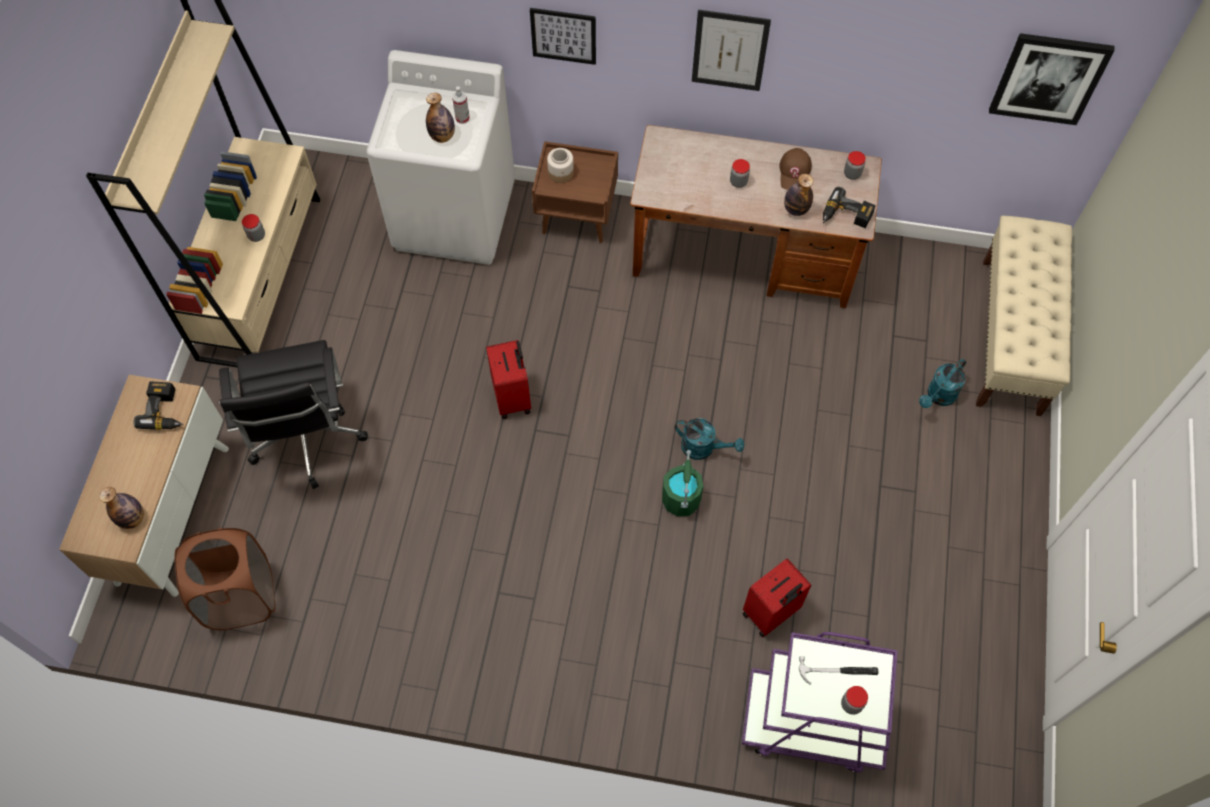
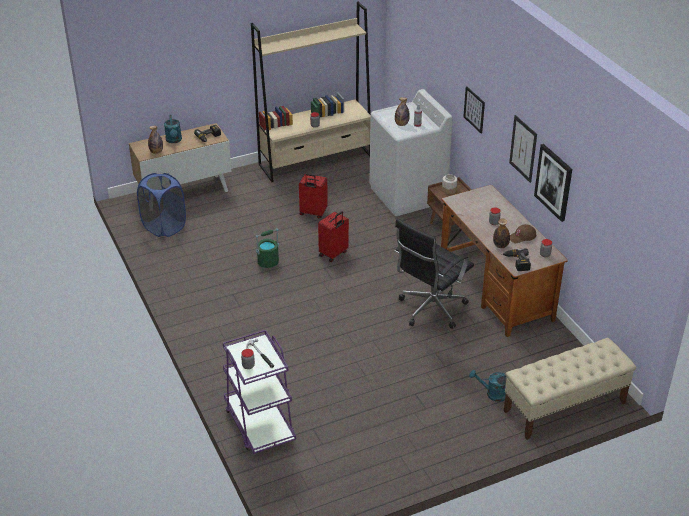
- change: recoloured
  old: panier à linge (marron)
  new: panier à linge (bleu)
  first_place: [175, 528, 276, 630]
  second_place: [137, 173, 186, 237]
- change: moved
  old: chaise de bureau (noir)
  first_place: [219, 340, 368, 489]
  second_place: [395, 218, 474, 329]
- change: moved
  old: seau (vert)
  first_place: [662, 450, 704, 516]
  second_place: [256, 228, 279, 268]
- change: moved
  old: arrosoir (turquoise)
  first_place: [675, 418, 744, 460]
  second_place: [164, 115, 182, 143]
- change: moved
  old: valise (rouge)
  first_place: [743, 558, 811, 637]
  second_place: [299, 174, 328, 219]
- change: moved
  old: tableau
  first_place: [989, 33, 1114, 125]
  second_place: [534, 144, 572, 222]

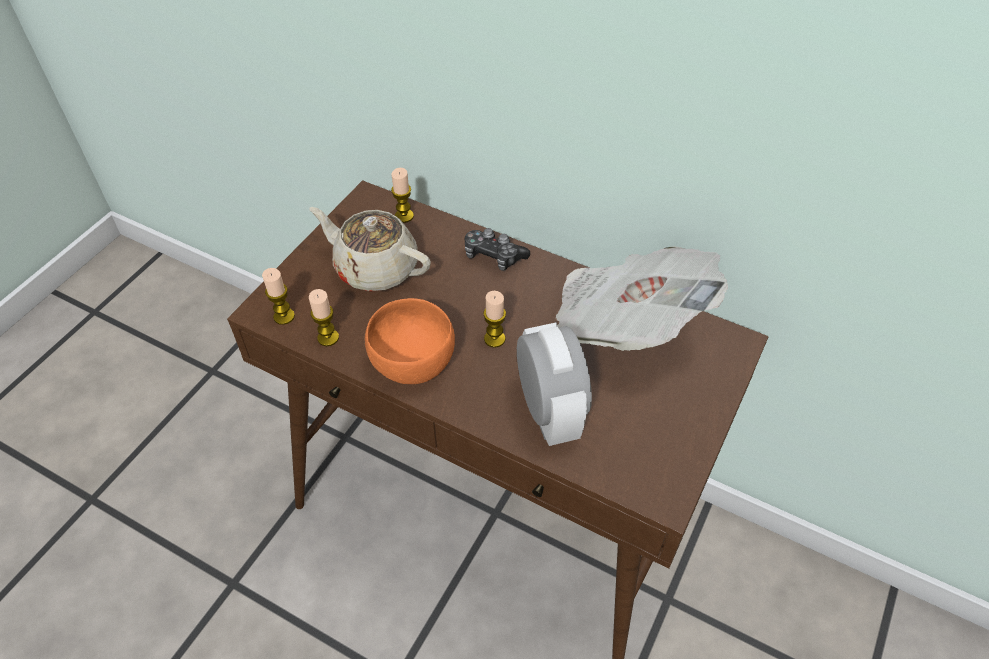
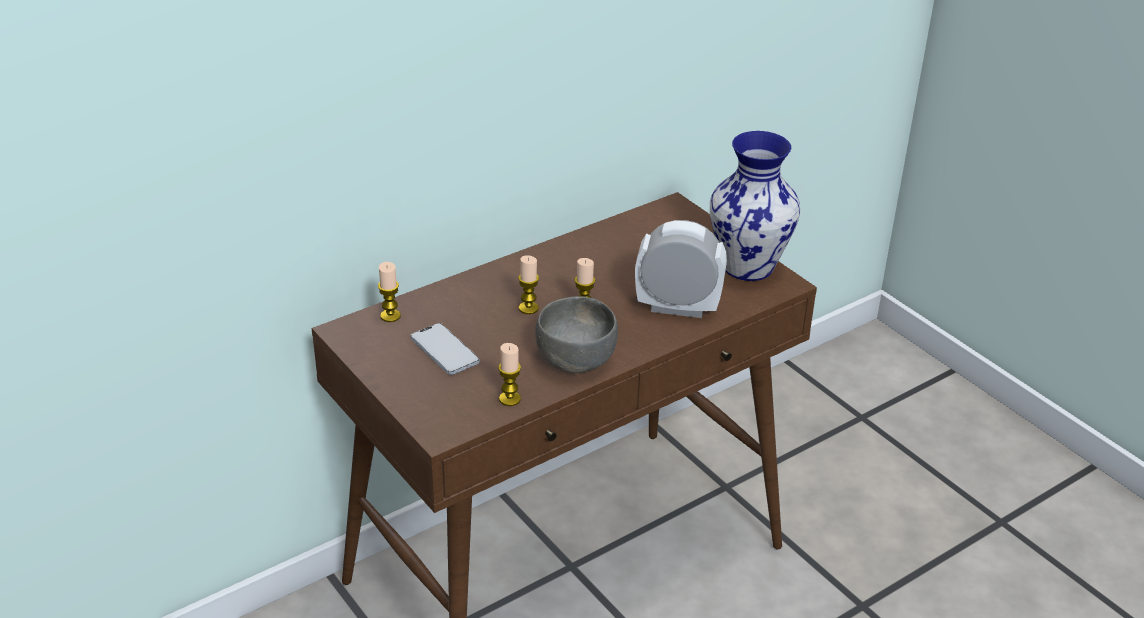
- change: moved
  old: bougie
  first_place: [262, 268, 295, 325]
  second_place: [518, 255, 539, 314]
- change: replaced
  old: théière (beige)
  new: téléphone
  first_place: [309, 207, 431, 292]
  second_place: [411, 323, 480, 375]
- change: recoloured
  old: bol (orange)
  new: bol (gris)
  first_place: [365, 298, 455, 384]
  second_place: [535, 296, 618, 373]
- change: removed
  old: manette
  first_place: [465, 228, 530, 271]
- change: removed
  old: journal
  first_place: [556, 246, 728, 351]
- change: added
  new: vase
  second_place: [710, 131, 800, 281]

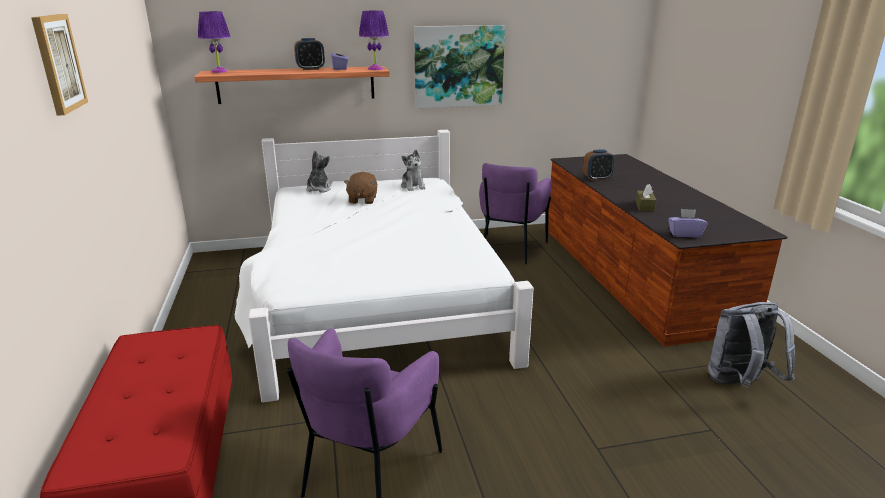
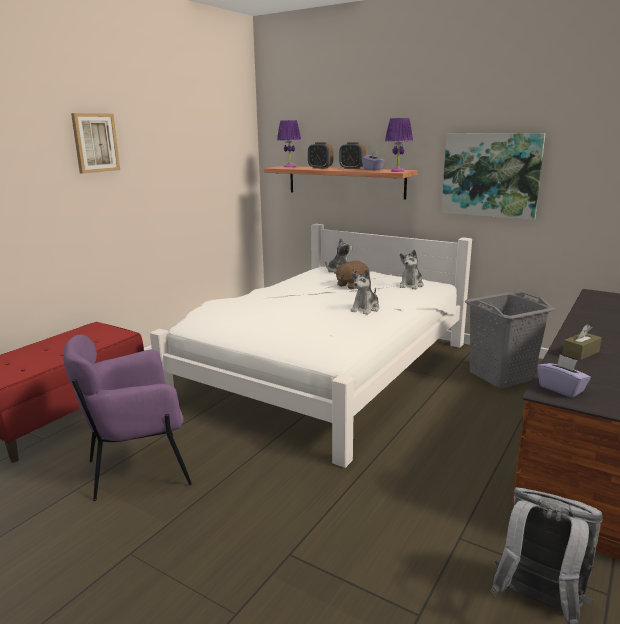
- change: replaced
  old: fauteuil (violet)
  new: panier à linge (gris)
  first_place: [479, 163, 552, 264]
  second_place: [465, 292, 555, 389]
- change: moved
  old: réveil
  first_place: [583, 149, 615, 181]
  second_place: [308, 142, 333, 169]
- change: added
  new: peluche
  second_place: [350, 269, 379, 315]

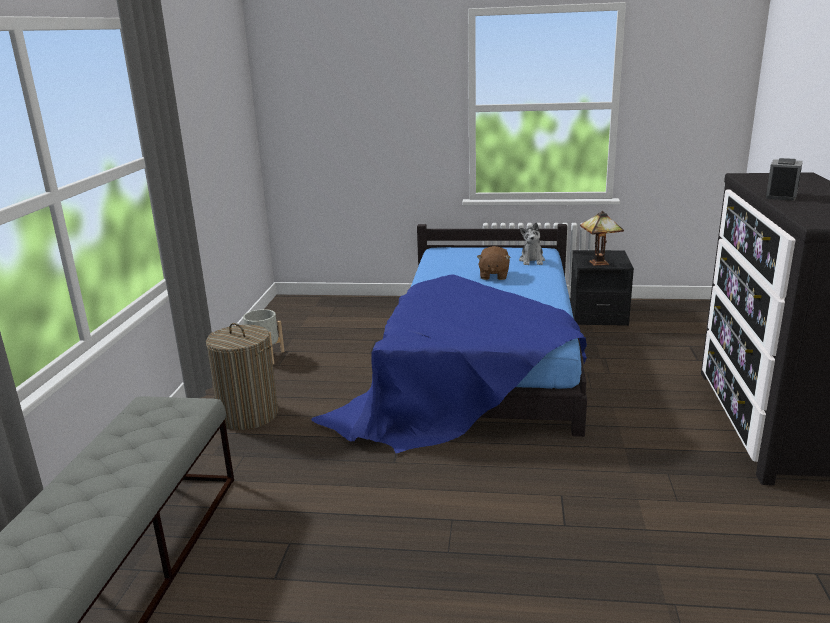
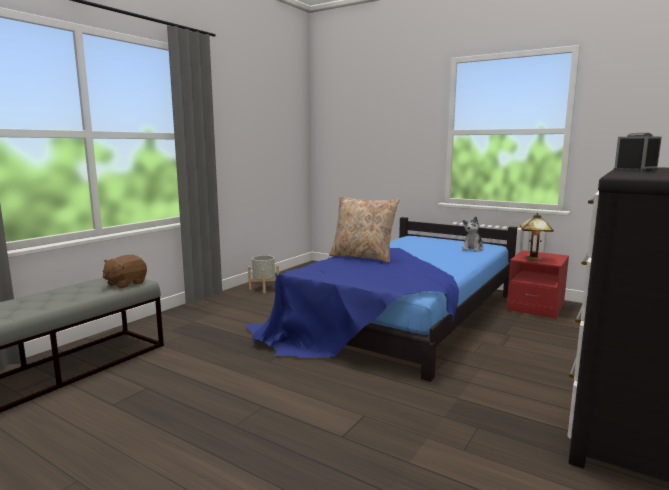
- change: removed
  old: panier à linge
  first_place: [206, 323, 278, 430]
- change: moved
  old: peluche (marron)
  first_place: [477, 246, 511, 280]
  second_place: [102, 254, 147, 289]
- change: recoloured
  old: table de chevet (noir)
  new: table de chevet (rouge)
  first_place: [570, 250, 634, 326]
  second_place: [507, 250, 569, 319]
- change: added
  new: coussin (beige)
  second_place: [329, 196, 400, 263]

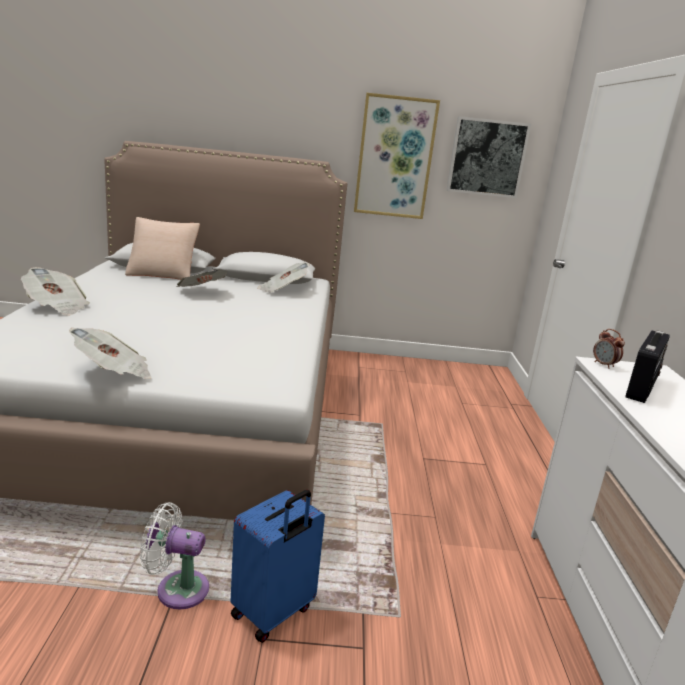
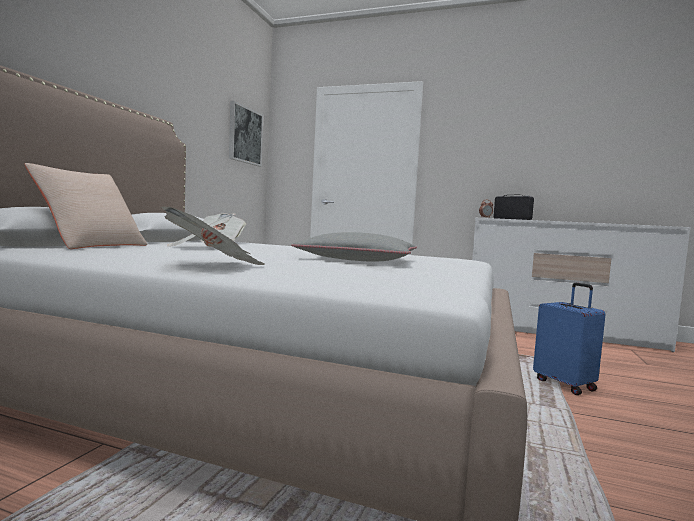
- change: removed
  old: journal
  first_place: [69, 328, 151, 379]
- change: removed
  old: ventilateur (blanc)
  first_place: [140, 502, 209, 609]
- change: removed
  old: tableau
  first_place: [354, 93, 440, 219]
- change: added
  new: coussin (gris)
  second_place: [291, 232, 417, 261]

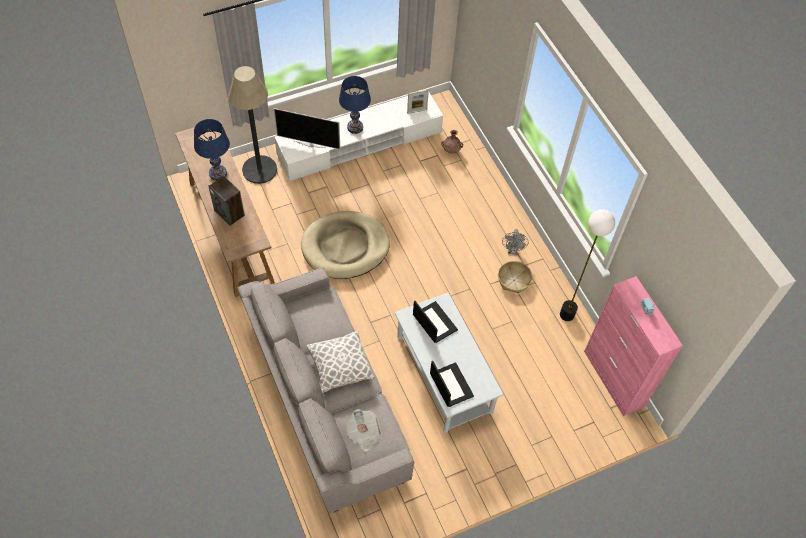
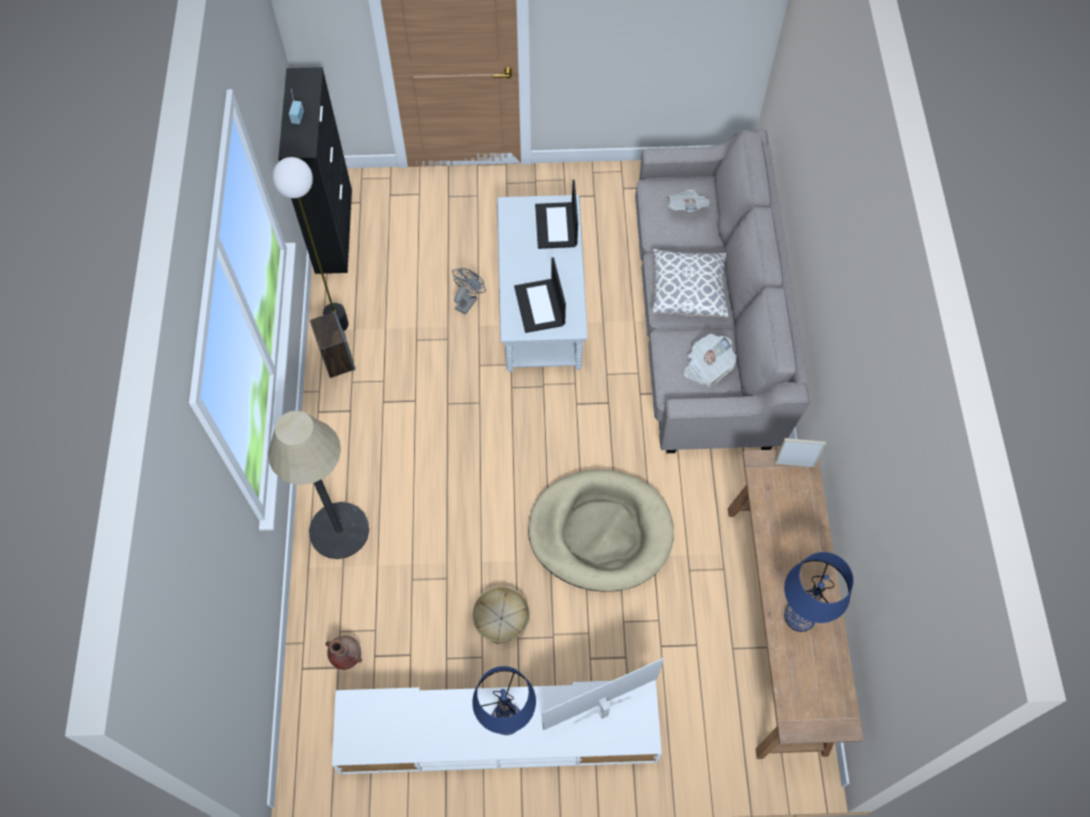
- change: moved
  old: enceinte
  first_place: [208, 176, 245, 226]
  second_place: [310, 311, 355, 378]
- change: moved
  old: lampadaire
  first_place: [228, 66, 277, 184]
  second_place: [268, 411, 369, 559]
- change: turned
  old: téléviseur
  first_place: [273, 108, 340, 149]
  second_place: [543, 658, 664, 730]
  degrees: -60
- change: moved
  old: cadre photo
  first_place: [407, 89, 429, 114]
  second_place: [775, 438, 826, 468]
- change: moved
  old: panier
  first_place: [498, 261, 533, 294]
  second_place: [472, 586, 530, 644]
- change: moved
  old: ventilateur (gris)
  first_place: [502, 229, 528, 255]
  second_place: [452, 268, 486, 315]
- change: recoloured
  old: meuble de rangement (rose)
  new: meuble de rangement (noir)
  first_place: [584, 276, 683, 416]
  second_place: [278, 67, 352, 274]
- change: added
  new: journal
  second_place: [683, 334, 736, 387]

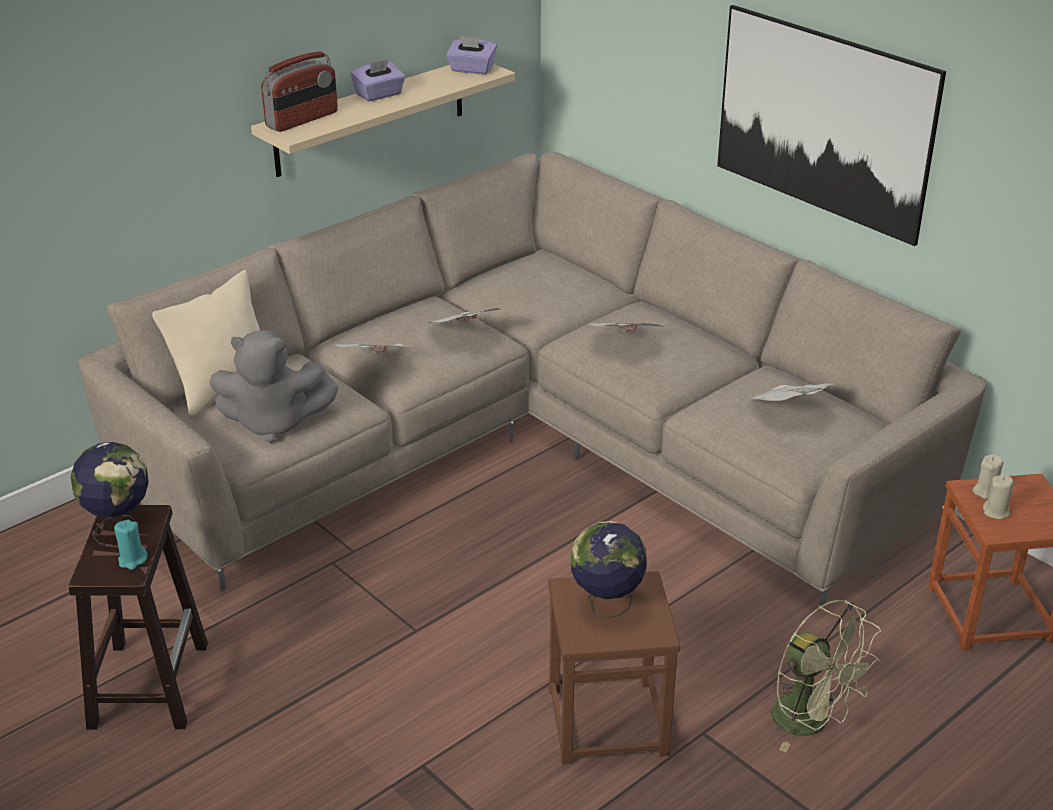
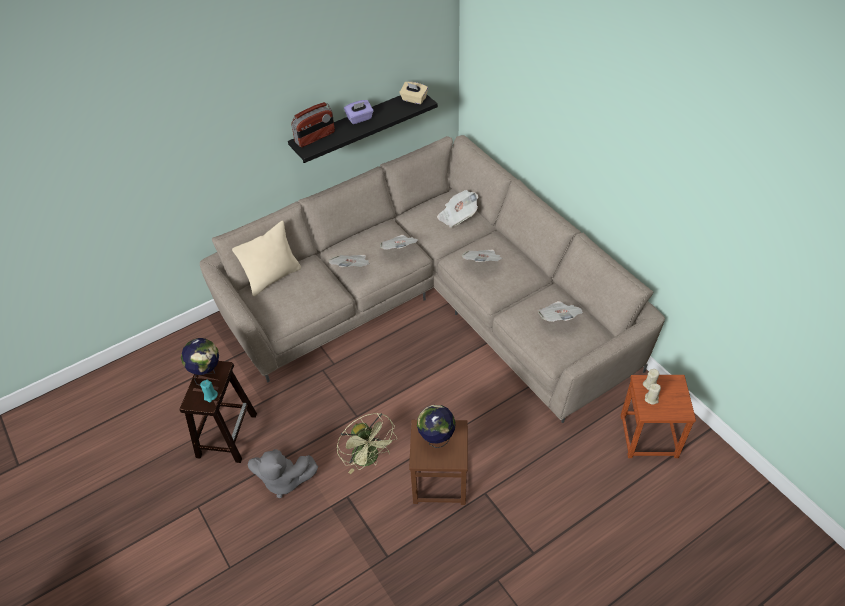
- change: moved
  old: peluche (gris)
  first_place: [209, 330, 339, 443]
  second_place: [248, 449, 318, 498]
- change: recoloured
  old: étagère (beige)
  new: étagère (noir)
  first_place: [251, 64, 515, 177]
  second_place: [288, 95, 438, 163]
- change: recoloured
  old: boîte à mouchoirs (violet)
  new: boîte à mouchoirs (beige)
  first_place: [446, 36, 497, 74]
  second_place: [399, 82, 428, 104]
- change: removed
  old: tableau
  first_place: [717, 5, 946, 246]
- change: moved
  old: ventilateur (vert)
  first_place: [771, 600, 881, 752]
  second_place: [337, 413, 397, 474]
- change: added
  new: journal
  second_place: [437, 190, 479, 228]

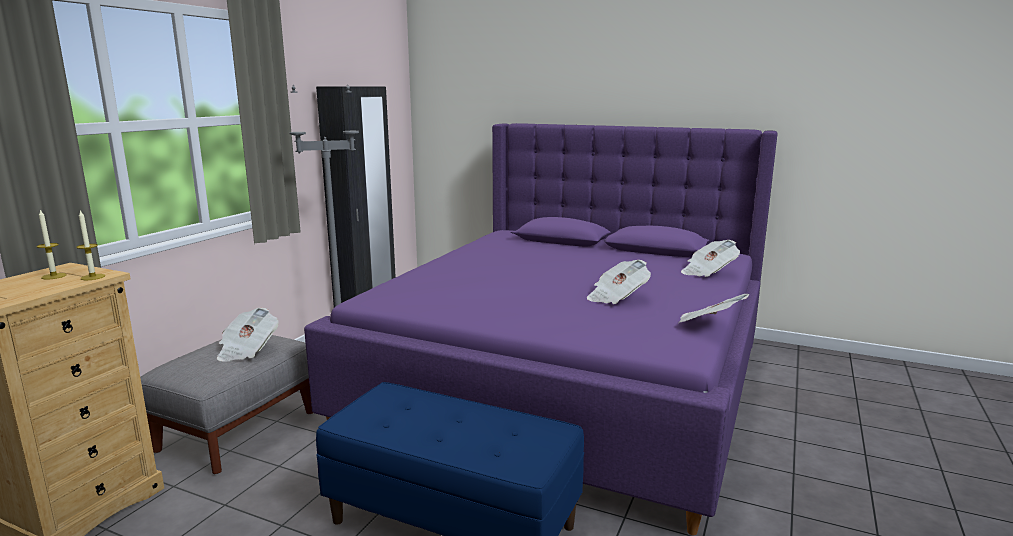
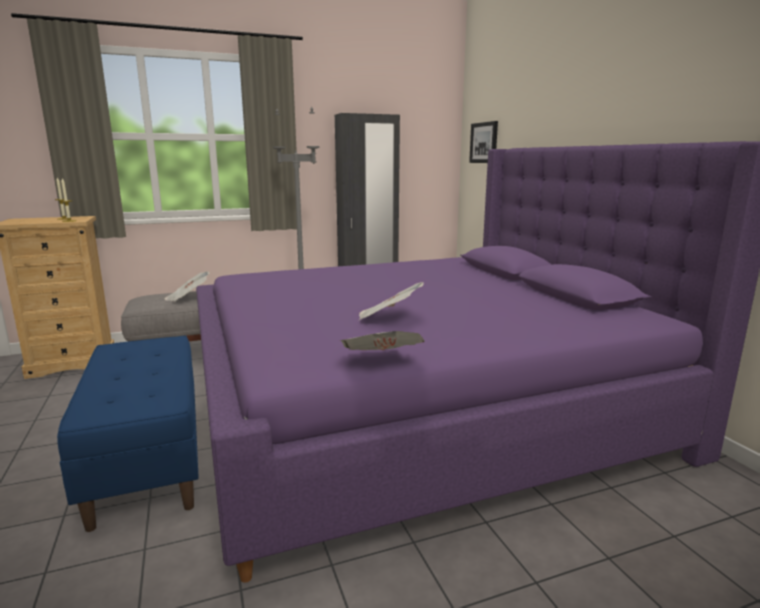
- change: removed
  old: journal
  first_place: [681, 240, 740, 277]
- change: added
  new: tableau
  second_place: [469, 121, 498, 163]

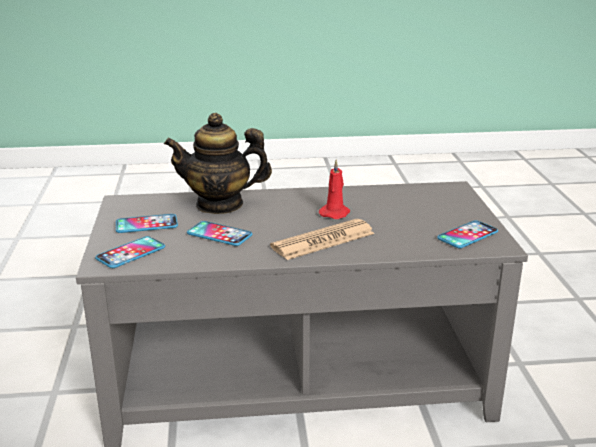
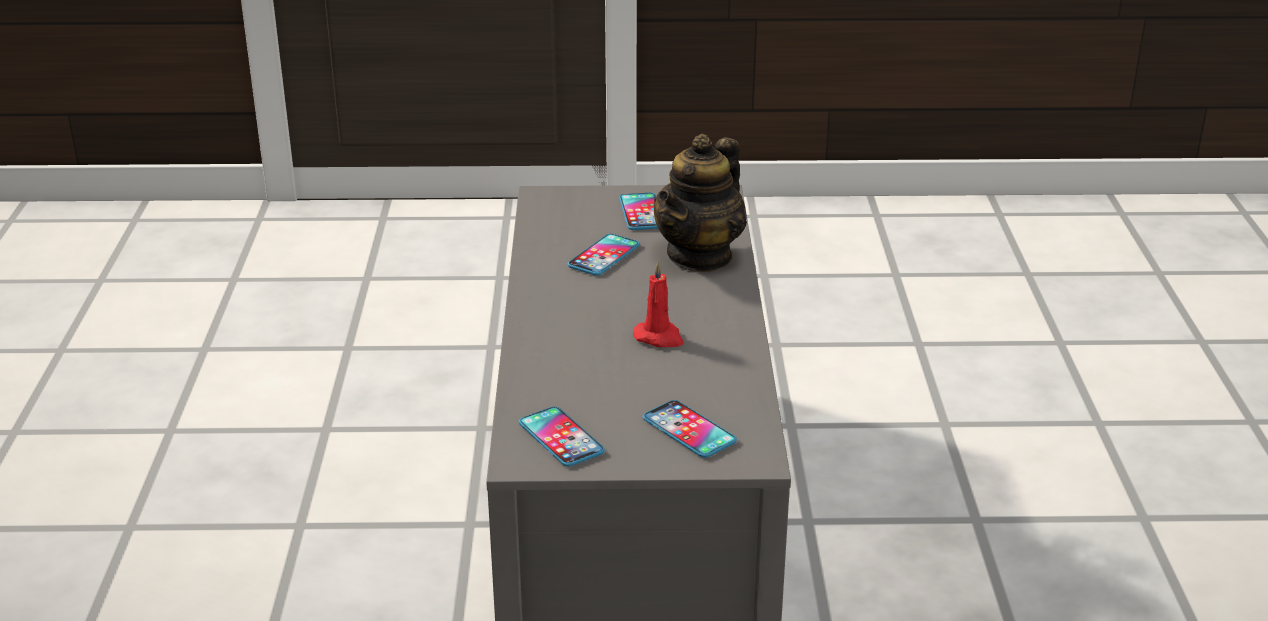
- change: moved
  old: téléphone
  first_place: [95, 236, 165, 268]
  second_place: [643, 400, 737, 458]
- change: turned
  old: théière
  first_place: [164, 113, 272, 214]
  second_place: [654, 134, 747, 272]
  degrees: -150
- change: removed
  old: journal
  first_place: [270, 219, 375, 260]

